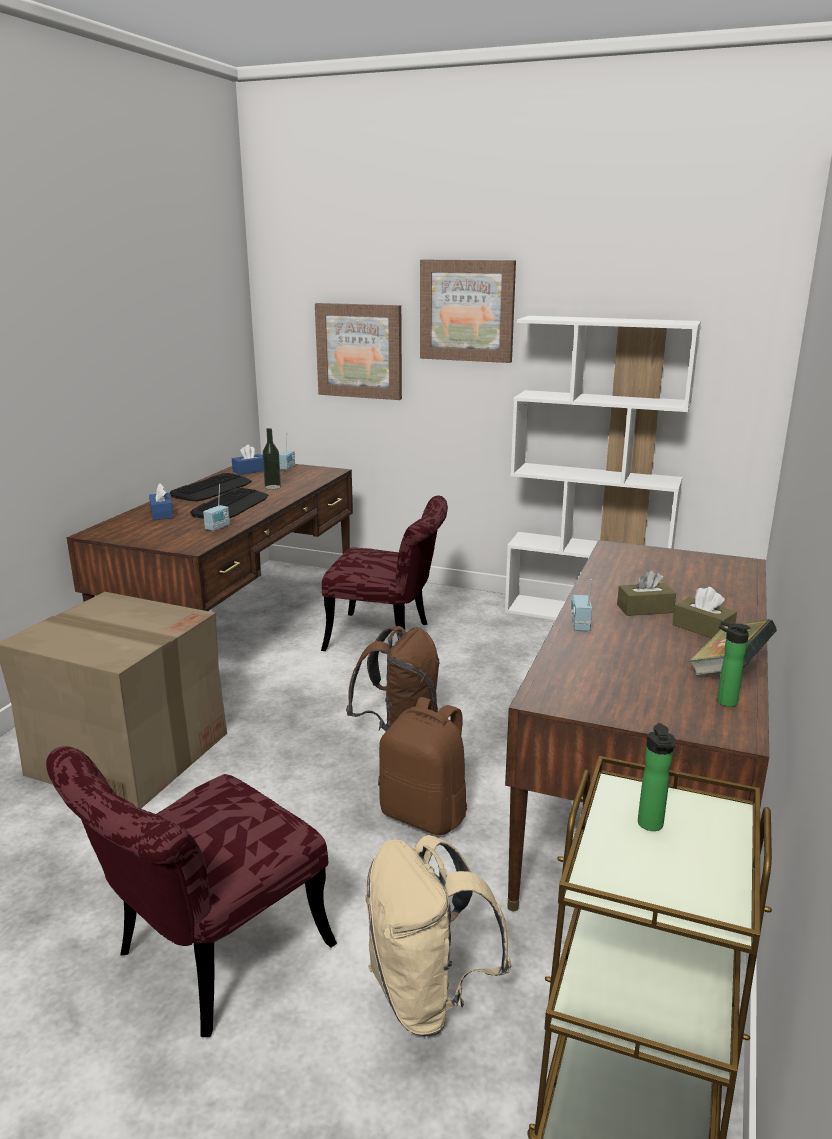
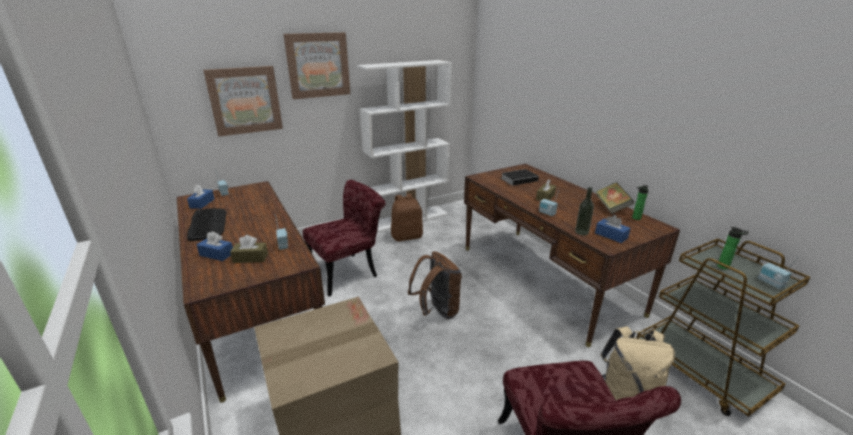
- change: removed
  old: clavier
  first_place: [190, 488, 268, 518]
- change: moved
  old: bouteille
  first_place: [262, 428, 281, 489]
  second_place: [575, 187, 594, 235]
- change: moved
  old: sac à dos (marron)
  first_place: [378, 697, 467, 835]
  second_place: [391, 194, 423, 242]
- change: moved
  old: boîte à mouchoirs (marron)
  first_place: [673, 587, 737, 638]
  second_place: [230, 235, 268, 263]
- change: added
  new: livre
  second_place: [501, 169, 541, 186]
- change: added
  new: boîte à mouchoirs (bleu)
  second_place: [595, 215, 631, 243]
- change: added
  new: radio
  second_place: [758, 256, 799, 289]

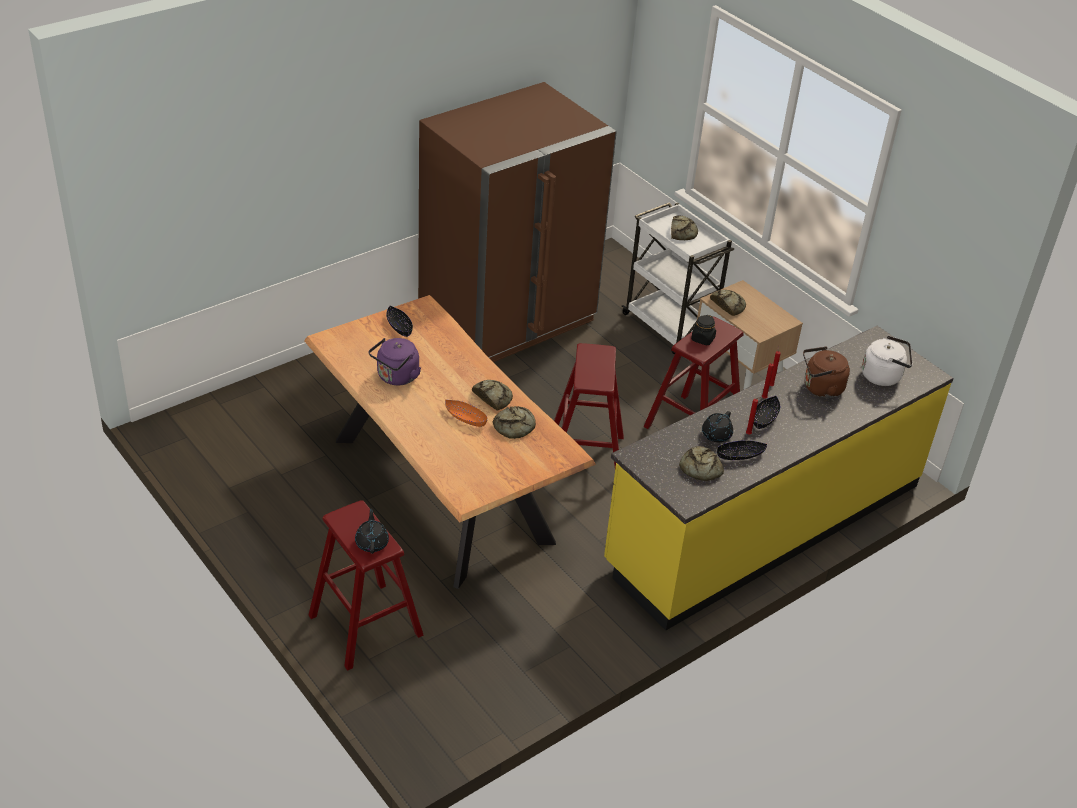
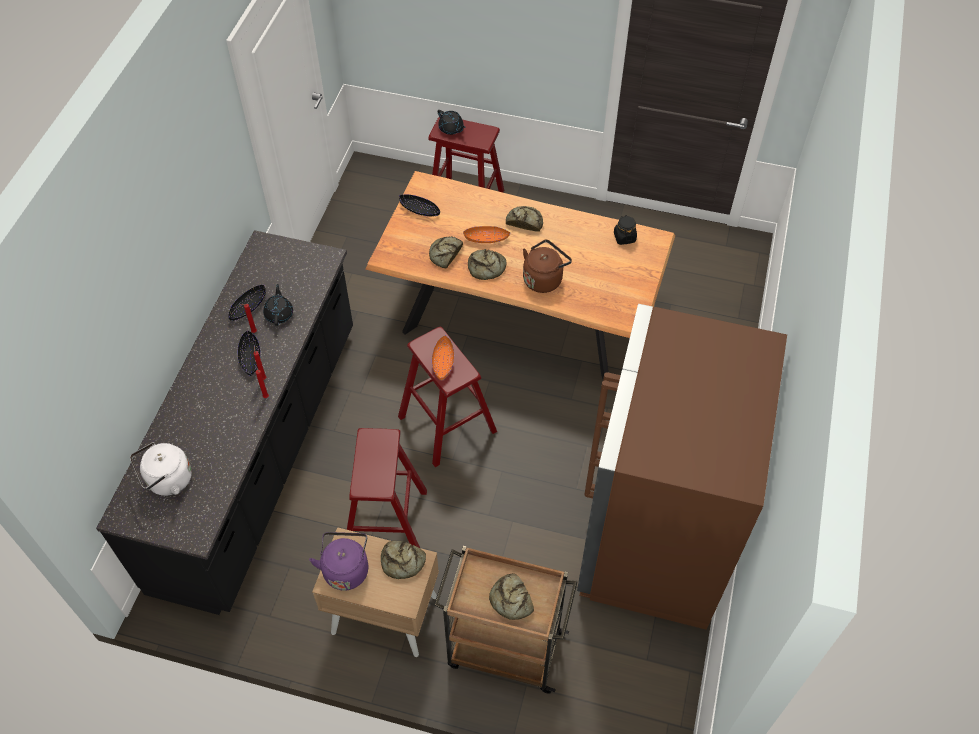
- change: moved
  old: bouilloire (violet)
  first_place: [369, 338, 421, 385]
  second_place: [309, 532, 369, 591]
- change: moved
  old: bol (noir)
  first_place: [386, 306, 413, 337]
  second_place: [399, 194, 440, 217]
- change: recoloured
  old: comptoir de cuisine (jaune)
  new: comptoir de cuisine (noir)
  first_place: [604, 326, 954, 630]
  second_place: [96, 230, 353, 615]
- change: recoloured
  old: chariot (blanc)
  new: chariot (marron)
  first_place: [622, 202, 734, 354]
  second_place: [434, 546, 578, 694]
- change: moved
  old: pain
  first_place: [679, 446, 724, 481]
  second_place: [506, 206, 543, 232]
- change: moved
  old: bocal (noir)
  first_place: [691, 315, 716, 345]
  second_place: [614, 215, 637, 245]
- change: moved
  old: bouilloire (marron)
  first_place: [803, 346, 850, 398]
  second_place: [523, 240, 572, 293]
- change: added
  new: bol (orange)
  second_place: [432, 336, 454, 380]

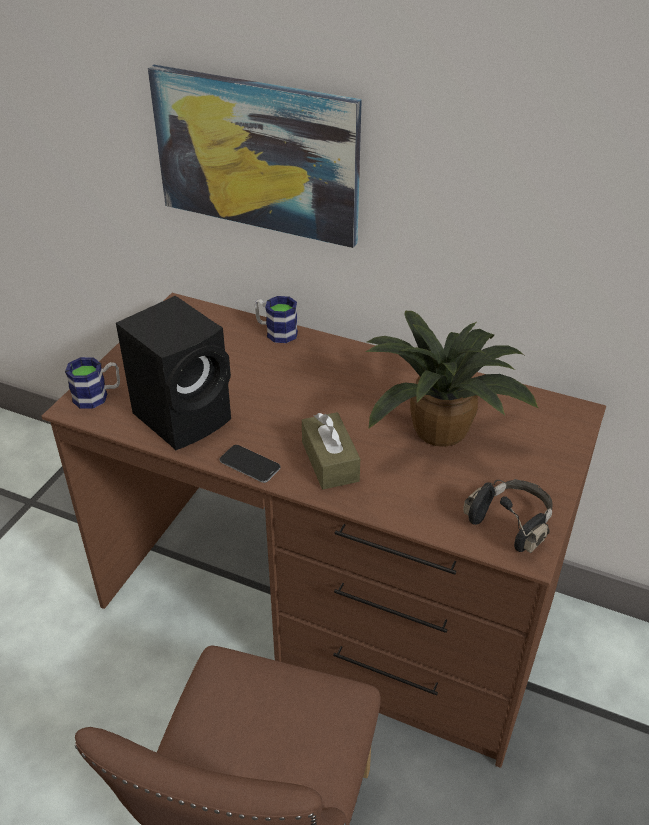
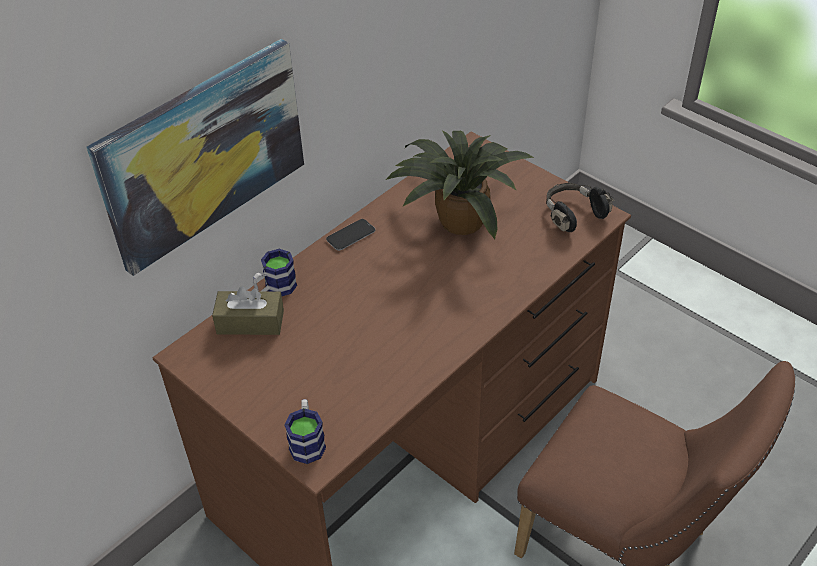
- change: removed
  old: enceinte (noir)
  first_place: [116, 296, 231, 450]
- change: moved
  old: téléphone
  first_place: [220, 445, 281, 483]
  second_place: [326, 219, 375, 251]
- change: moved
  old: boîte à mouchoirs (marron)
  first_place: [302, 412, 360, 489]
  second_place: [212, 286, 284, 335]

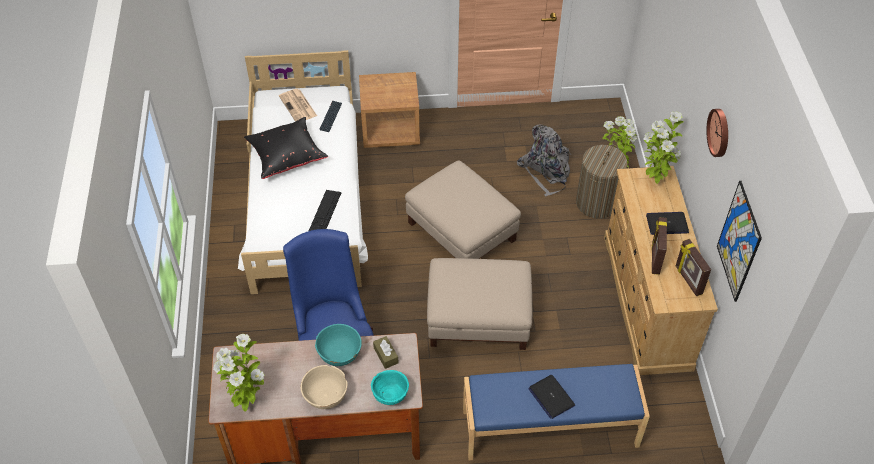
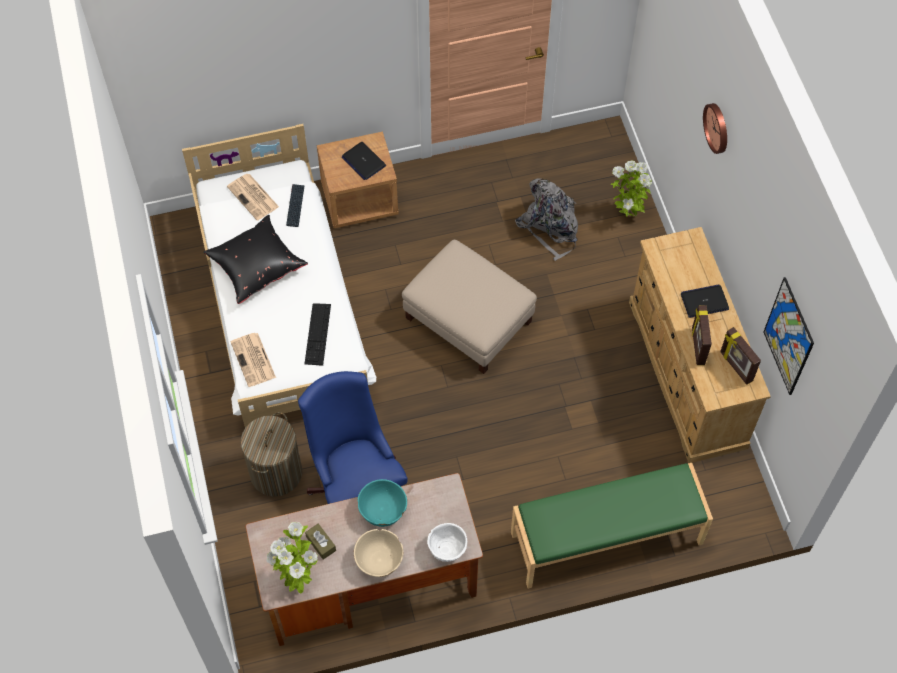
- change: recoloured
  old: bol (turquoise)
  new: bol (blanc)
  first_place: [371, 370, 409, 405]
  second_place: [427, 523, 467, 562]
- change: moved
  old: boîte à mouchoirs (marron)
  first_place: [373, 336, 399, 369]
  second_place: [305, 524, 336, 560]
- change: removed
  old: pouf (beige)
  first_place: [427, 258, 532, 350]
- change: recoloured
  old: banc (bleu)
  new: banc (vert)
  first_place: [463, 364, 650, 460]
  second_place: [511, 463, 713, 589]
- change: moved
  old: ordinateur portable
  first_place: [529, 375, 575, 419]
  second_place: [342, 142, 386, 180]
- change: moved
  old: panier à linge
  first_place: [576, 145, 627, 219]
  second_place: [241, 412, 302, 496]
- change: removed
  old: plante en pot
  first_place: [643, 111, 683, 184]
- change: moved
  old: horloge murale
  first_place: [706, 109, 728, 157]
  second_place: [703, 103, 727, 154]
- change: added
  new: journal
  second_place: [230, 333, 276, 387]

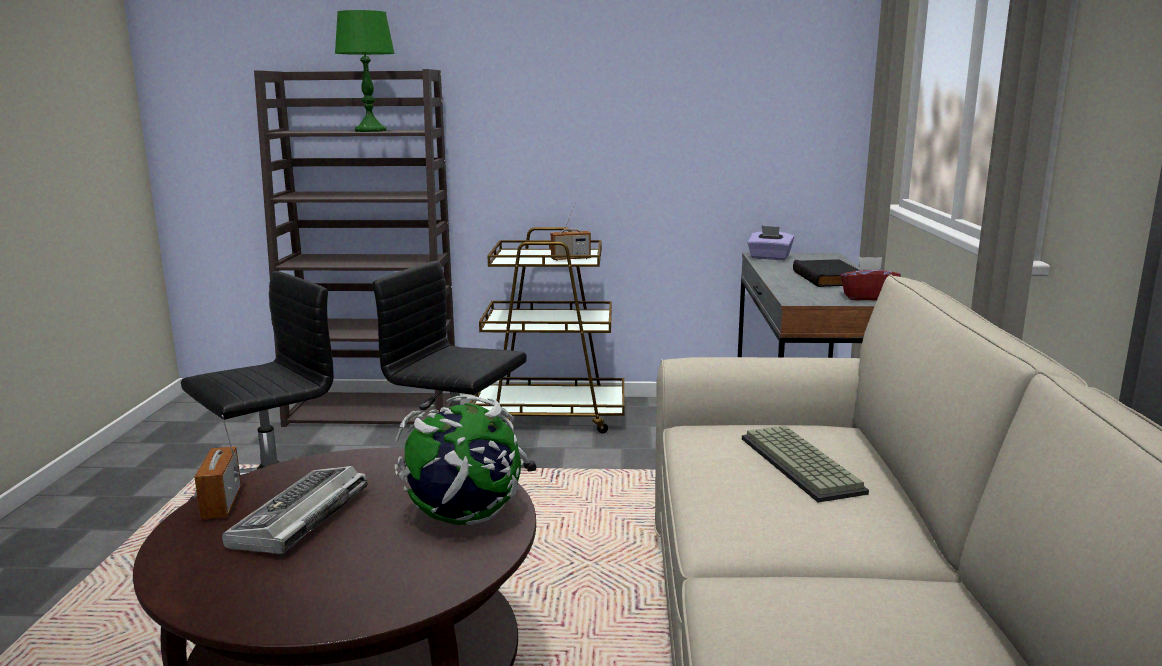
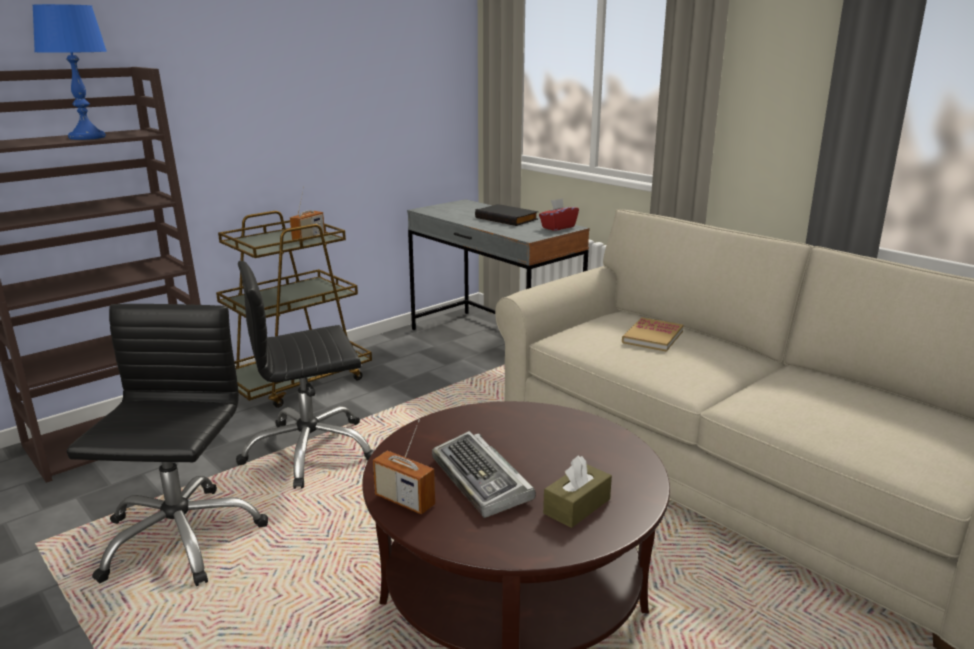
- change: recoloured
  old: lampe de table (vert)
  new: lampe de table (bleu)
  first_place: [335, 10, 395, 132]
  second_place: [32, 4, 107, 140]
- change: removed
  old: globe
  first_place: [394, 395, 524, 525]
- change: replaced
  old: clavier
  new: livre
  first_place: [742, 426, 869, 503]
  second_place: [622, 317, 684, 352]
- change: removed
  old: boîte à mouchoirs (violet)
  first_place: [748, 225, 794, 260]
- change: added
  new: boîte à mouchoirs (marron)
  second_place: [543, 455, 612, 528]

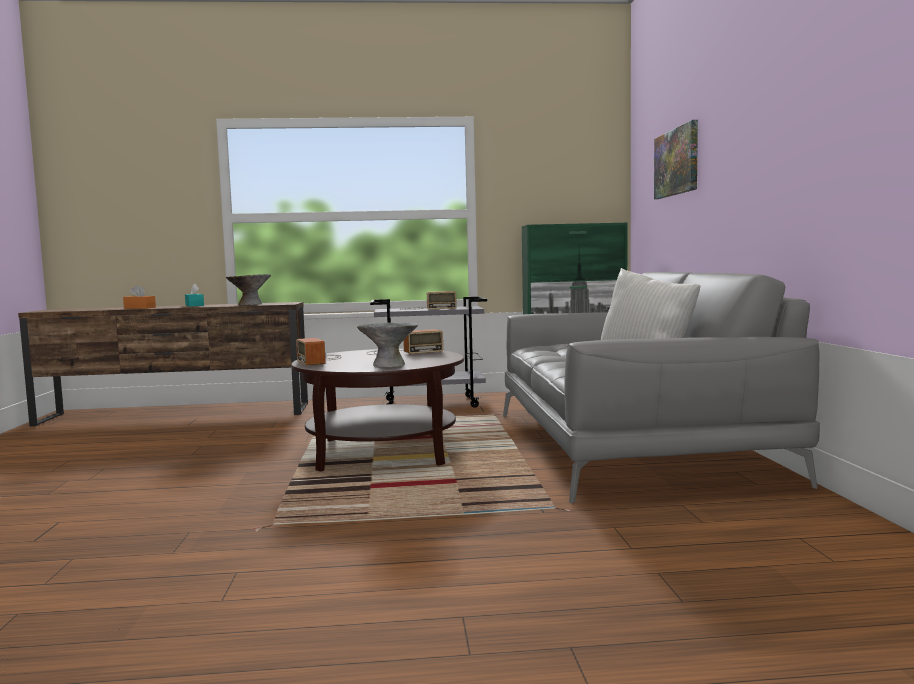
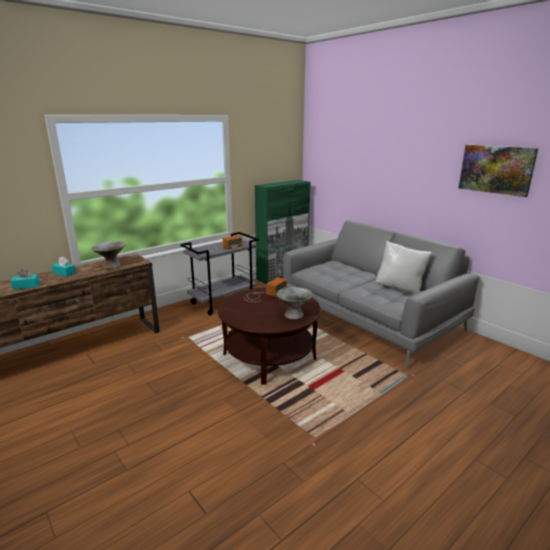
- change: recoloured
  old: boîte à mouchoirs (orange)
  new: boîte à mouchoirs (turquoise)
  first_place: [123, 285, 156, 309]
  second_place: [11, 269, 40, 290]
- change: removed
  old: radio
  first_place: [296, 338, 342, 366]
- change: moved
  old: tableau
  first_place: [654, 120, 698, 199]
  second_place: [459, 145, 538, 197]

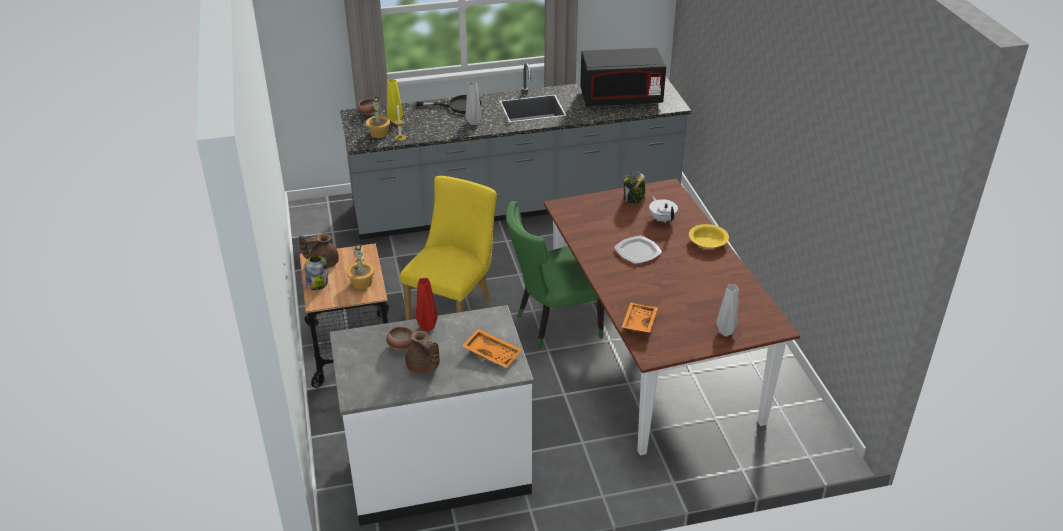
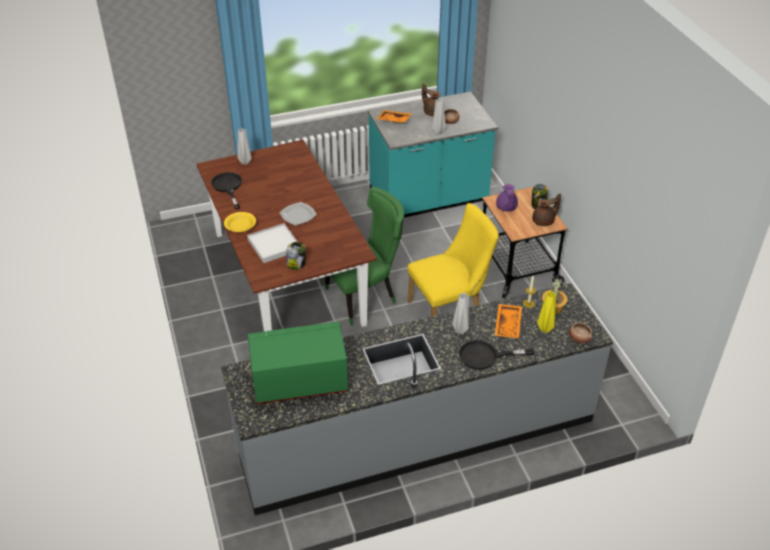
- change: recoloured
  old: comptoir de cuisine (blanc)
  new: comptoir de cuisine (turquoise)
  first_place: [330, 305, 534, 526]
  second_place: [368, 92, 498, 217]
- change: replaced
  old: plante en pot
  new: théière (violet)
  first_place: [346, 244, 375, 289]
  second_place: [496, 184, 518, 212]
- change: turned
  old: chaise (jaune)
  first_place: [400, 176, 497, 320]
  second_place: [407, 203, 499, 316]
  degrees: -135
- change: recoloured
  old: vase (rouge)
  new: vase (gris)
  first_place: [416, 278, 438, 332]
  second_place: [432, 98, 446, 134]
- change: recoloured
  old: micro-ondes (noir)
  new: micro-ondes (vert)
  first_place: [580, 48, 666, 106]
  second_place: [248, 322, 348, 404]
- change: moved
  old: plateau (orange)
  first_place: [622, 302, 658, 333]
  second_place: [495, 304, 522, 338]
- change: replaced
  old: théière (blanc)
  new: plateau (blanc)
  first_place: [649, 196, 678, 223]
  second_place: [247, 223, 298, 263]
- change: added
  new: poêle (noir)
  second_place: [211, 172, 242, 209]

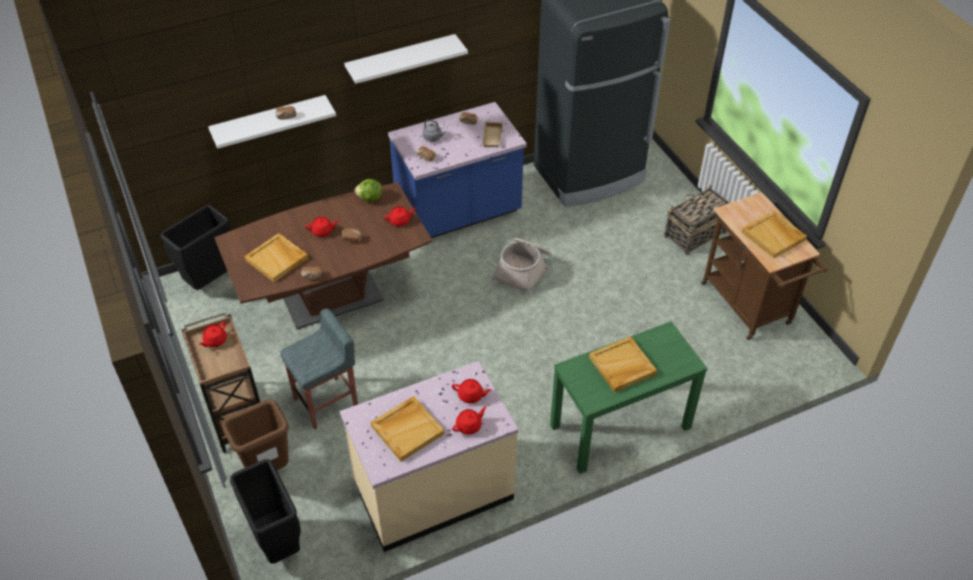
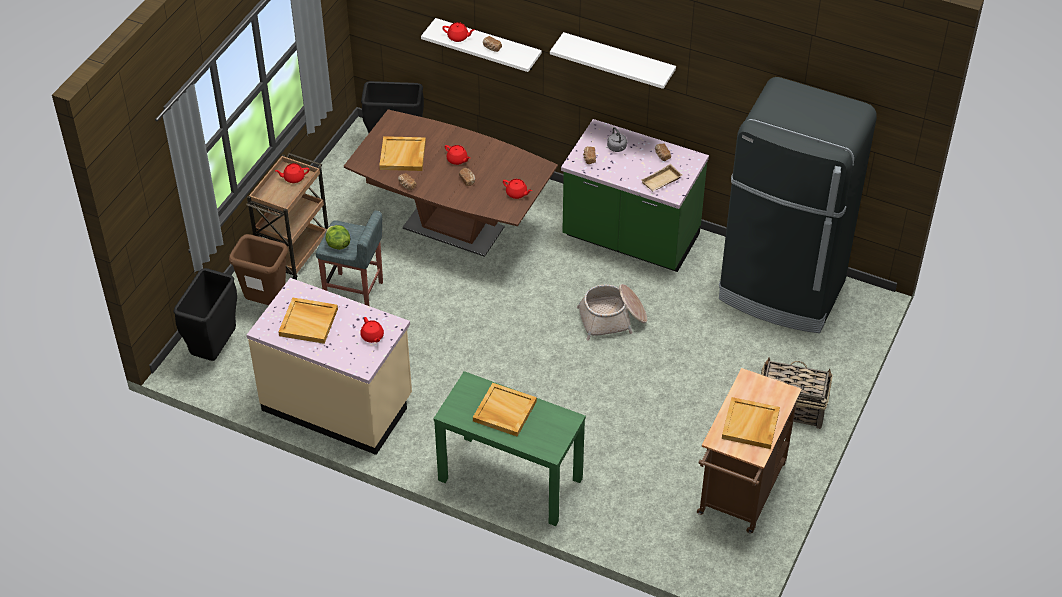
- change: moved
  old: laitue
  first_place: [354, 179, 382, 202]
  second_place: [325, 225, 350, 250]
- change: recoloured
  old: comptoir de cuisine (bleu)
  new: comptoir de cuisine (vert)
  first_place: [388, 102, 527, 238]
  second_place: [561, 119, 709, 272]
- change: moved
  old: théière (rouge)
  first_place: [452, 406, 487, 435]
  second_place: [442, 22, 474, 42]

